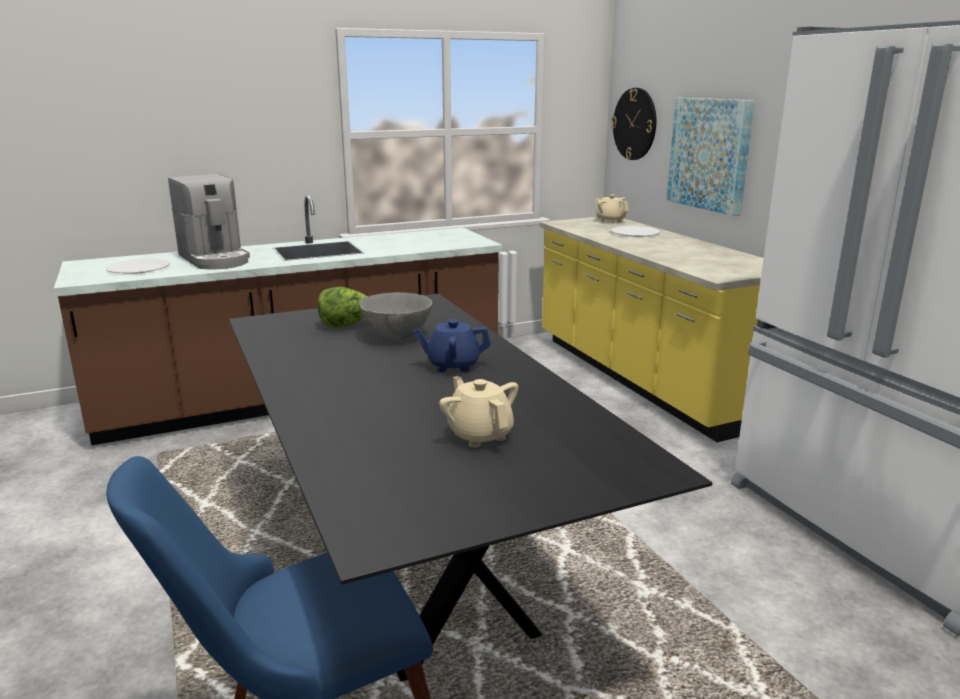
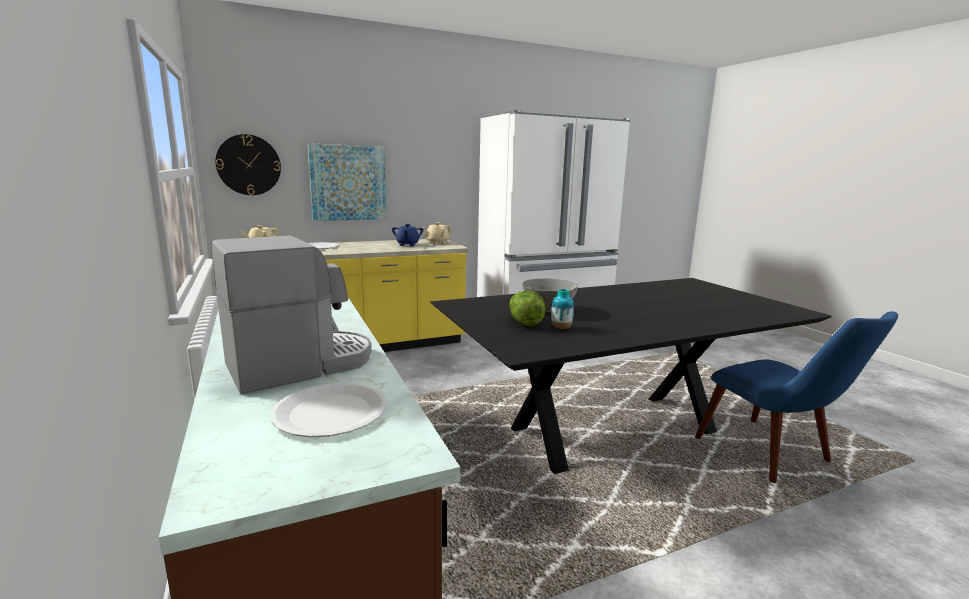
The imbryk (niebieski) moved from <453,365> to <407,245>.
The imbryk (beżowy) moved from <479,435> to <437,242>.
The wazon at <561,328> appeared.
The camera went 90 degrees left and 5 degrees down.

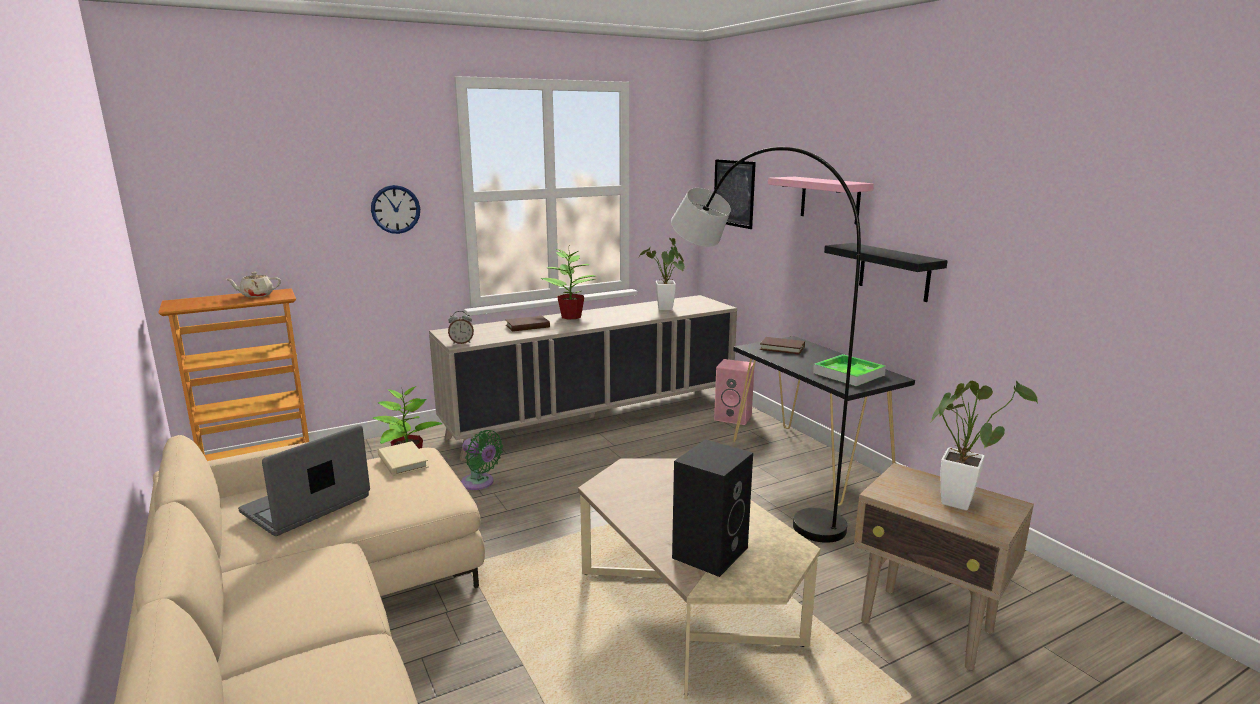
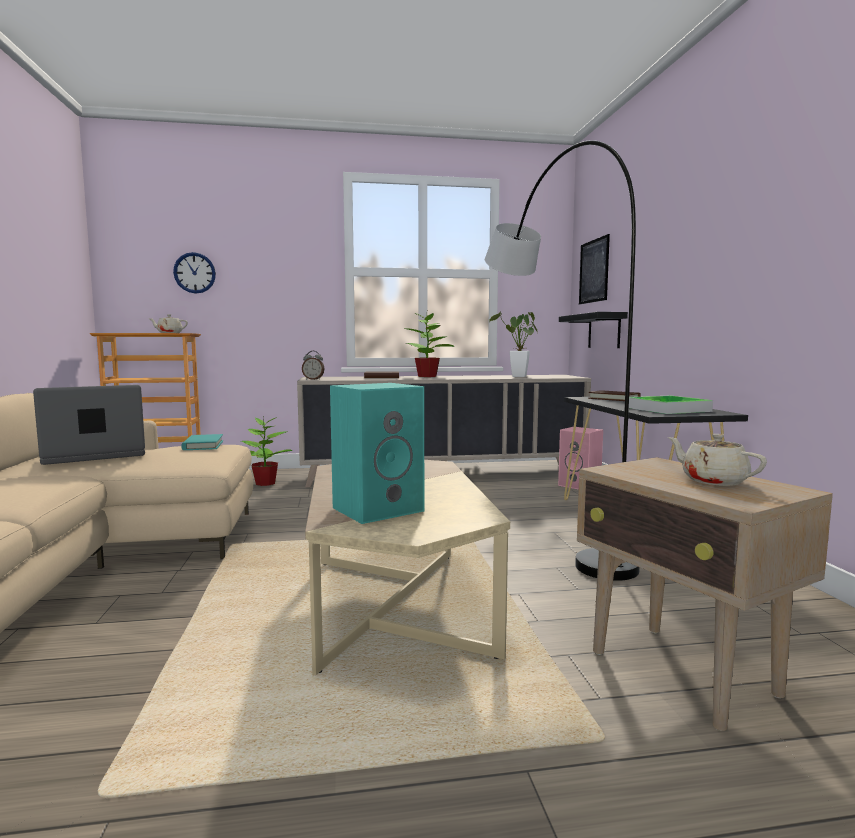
The zegar ścienny moved from <395,209> to <194,273>.
The książka (beżowy) at <402,462> became the książka (turkusowy) at <203,445>.
The wentylator (zielony) at <479,483> disappeared.
The głośnik (czarny) at <709,551> became the głośnik (turkusowy) at <379,508>.
The półka (różowy) at <830,200> disappeared.
The półka (czarny) moved from <894,272> to <604,331>.
The roślina doniczkowa at <958,499> was replaced by the imbryk (beżowy) at <712,481>.
The camera went 20 degrees right and 10 degrees down.

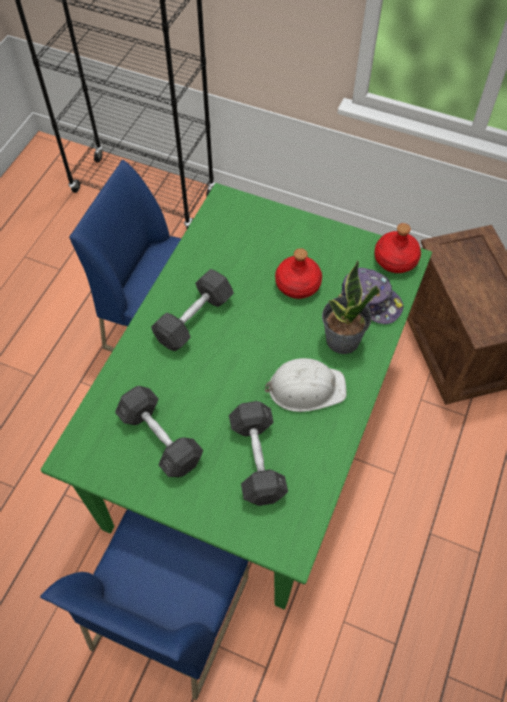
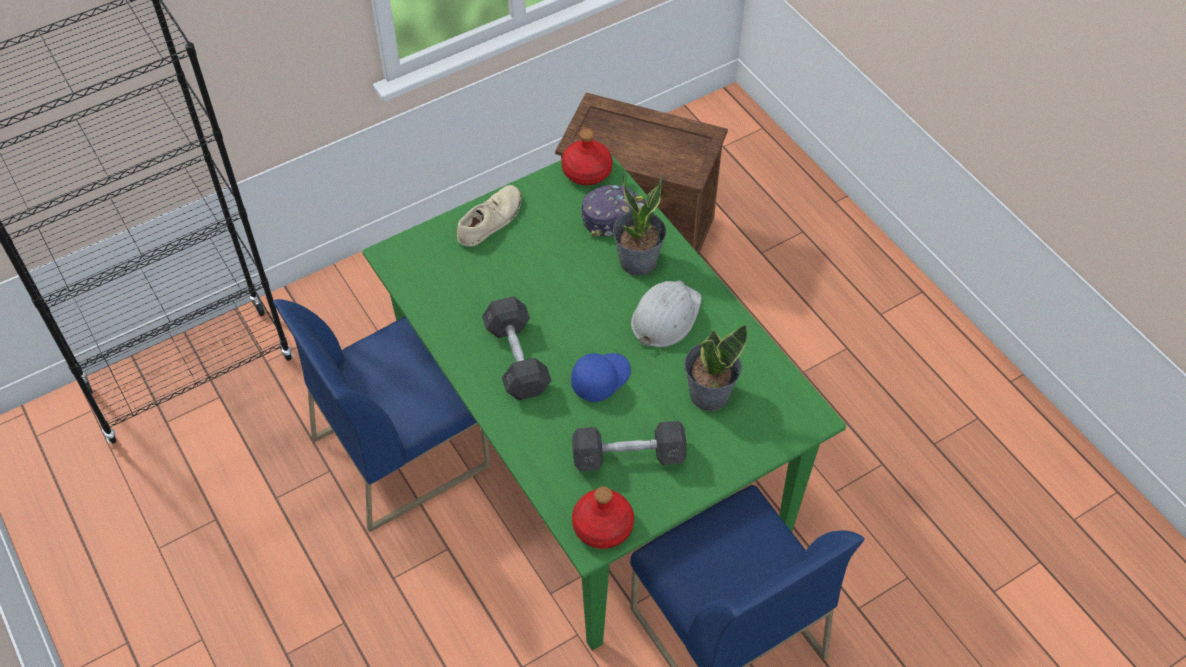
The hantel (szary) at <257,459> was replaced by the roślina doniczkowa at <708,393>.
The butelka (czerwony) moved from <298,284> to <602,525>.
The but (beżowy) at <490,220> appeared.
The czapka z daszkiem (niebieski) at <600,378> appeared.
The camera went 55 degrees left and 5 degrees down.

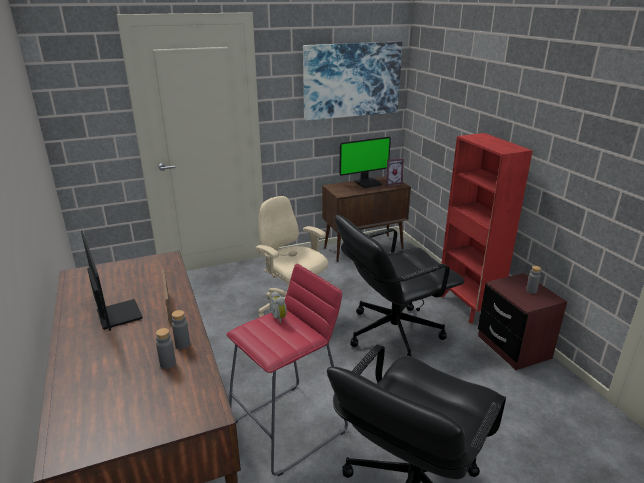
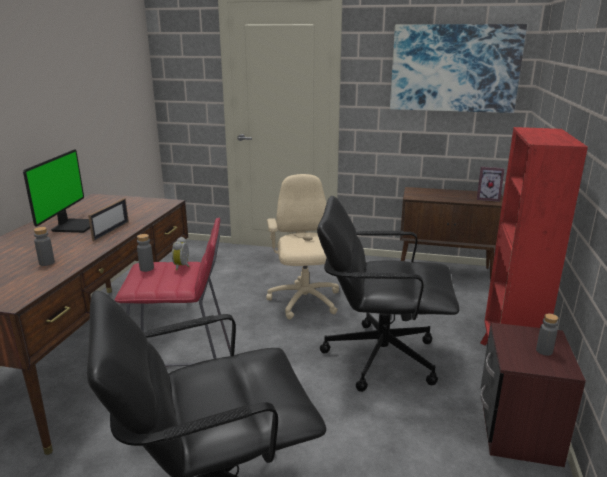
The butelka (szary) moved from <182,344> to <146,268>.
The monitor at <367,182> disappeared.
The camera went 35 degrees right and 5 degrees down.

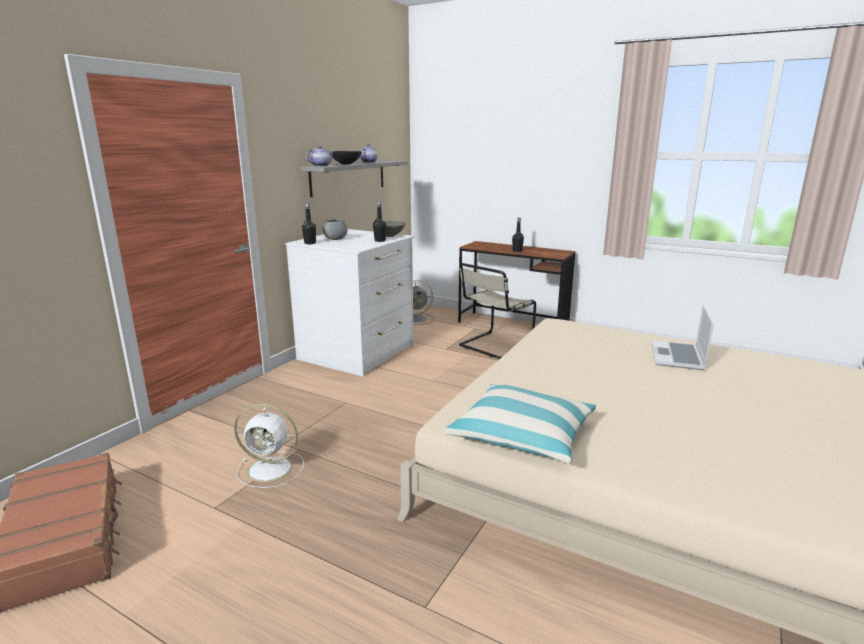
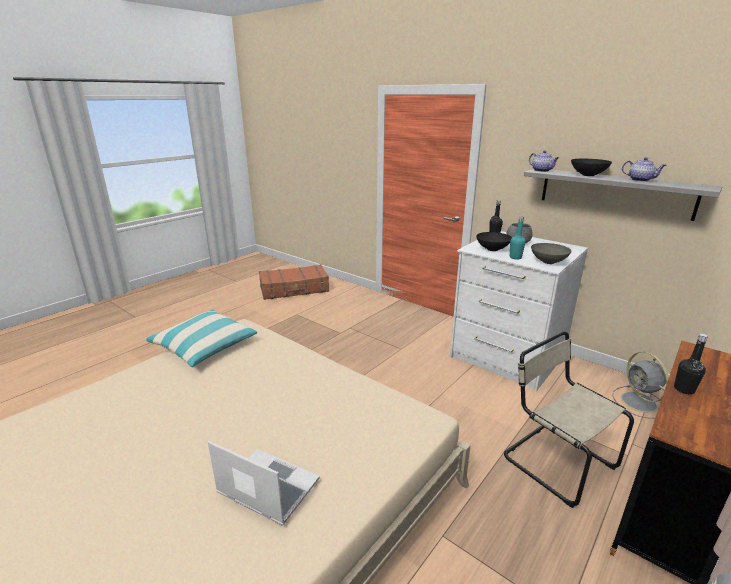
The wentylator (biały) at <272,469> disappeared.
The butelka (czarny) at <380,241> became the butelka (turkusowy) at <515,257>.
The miska (czarny) at <492,249> appeared.
The camera went 100 degrees right and 5 degrees up.

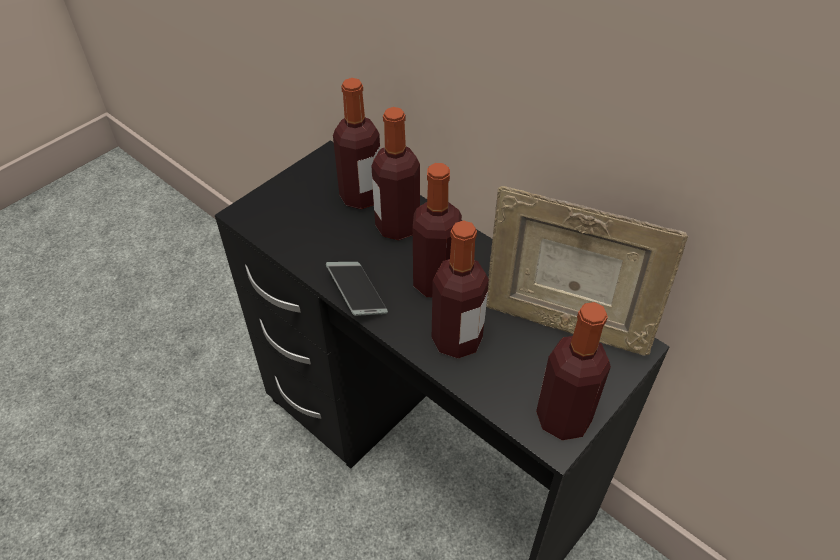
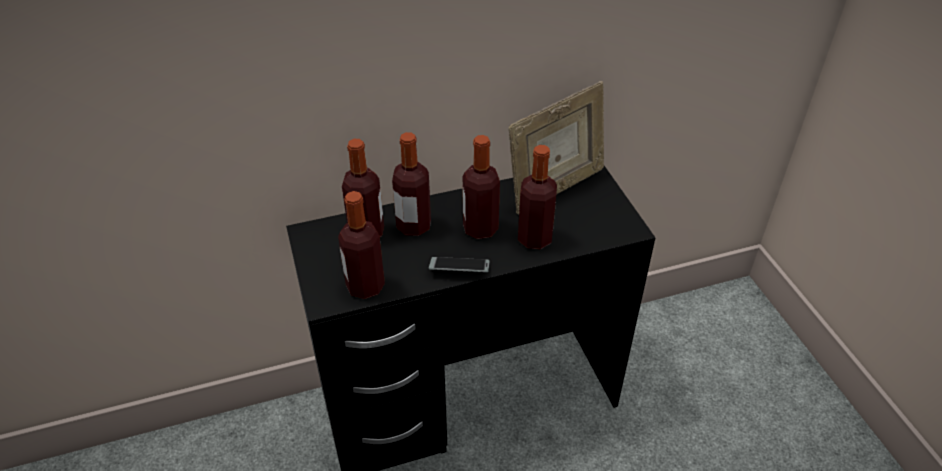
The butelka moved from <563,418> to <365,286>.
The camera went 60 degrees left and 5 degrees down.

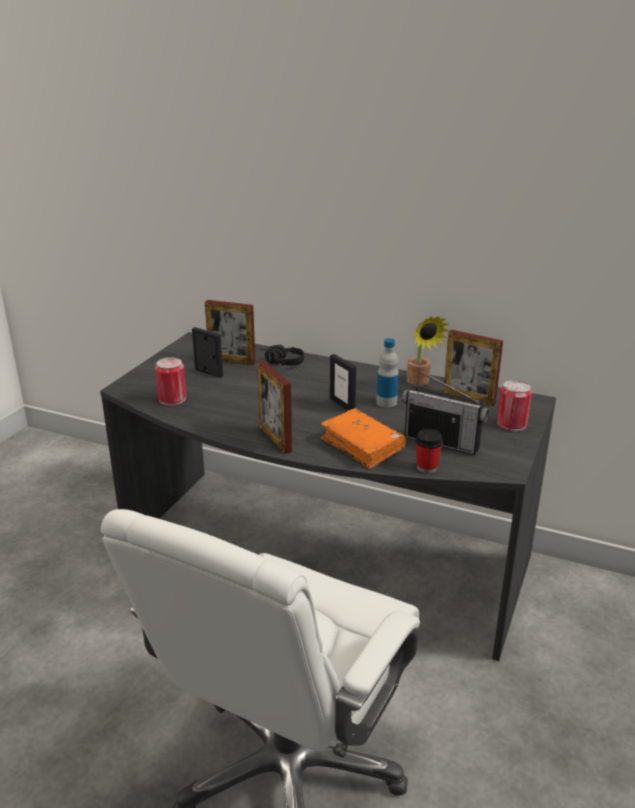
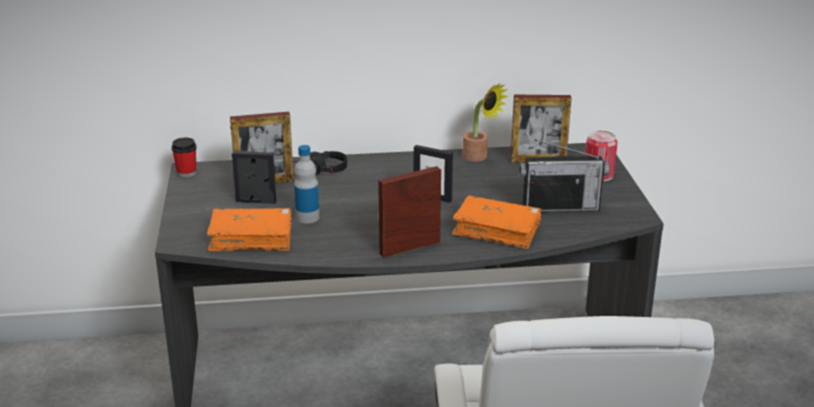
The puszka at <172,399> was replaced by the książka (pomarańczowy) at <251,238>.
The ramka na zdjęcie at <275,439> turned 120 degrees clockwise.
The butelka moved from <386,402> to <307,217>.
The filiżanka moved from <427,467> to <186,173>.
The camera went 30 degrees left and 0 degrees up.

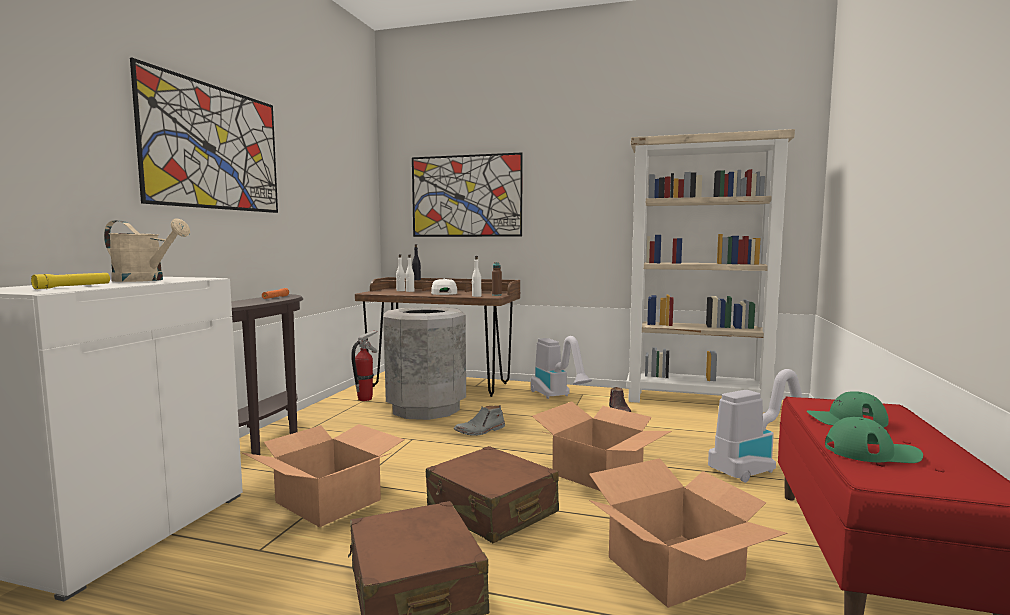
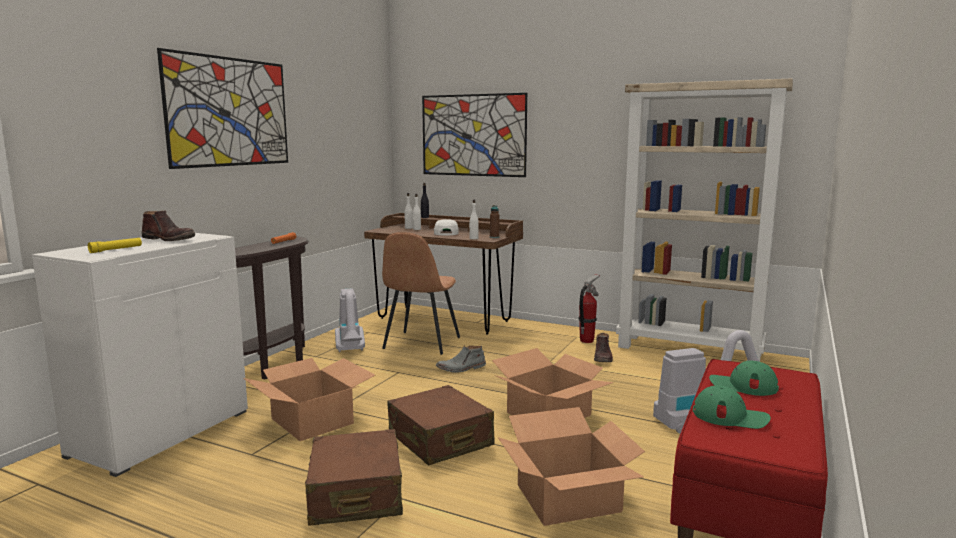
The konewka (beżowy) at <146,280> was replaced by the but z cholewką (brązowy) at <169,239>.
The gaśnica moved from <365,399> to <587,340>.
The kosz na śmieci (szary) at <425,409> was replaced by the krzesło (brązowy) at <421,343>.
The odkurzacz moved from <558,397> to <351,351>.
The camera went 10 degrees right and 5 degrees up.

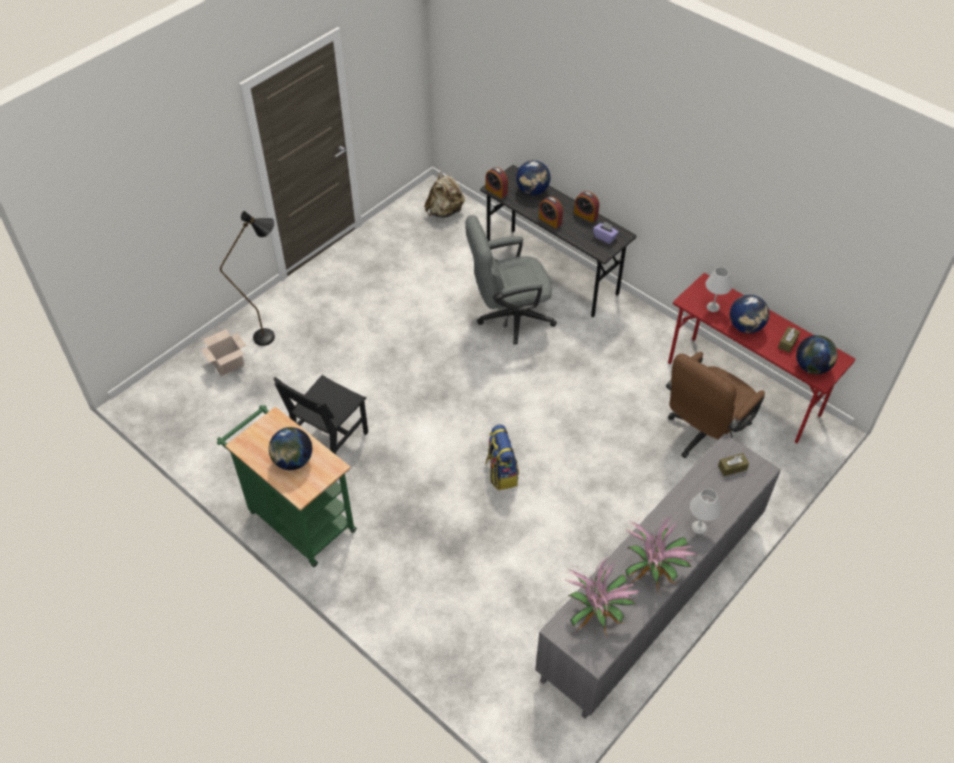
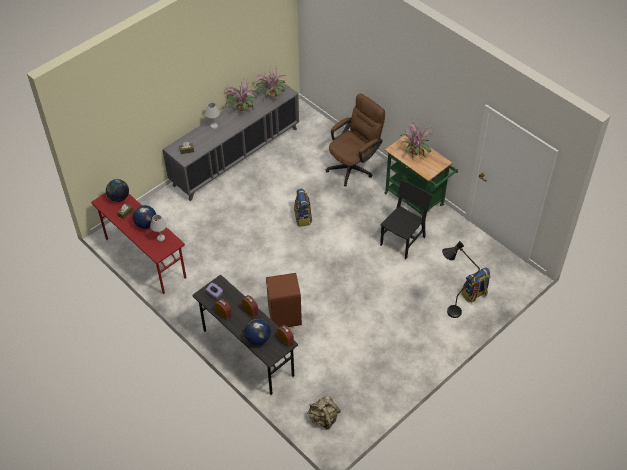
The karton at <228,363> was replaced by the plecak at <474,294>.
The globus at <293,461> was replaced by the roślina doniczkowa at <414,153>.
The krzesło biurowe (szary) at <508,317> was replaced by the kosz na śmieci (brązowy) at <285,317>.
The krzesło biurowe (brązowy) moved from <703,436> to <354,166>.
The camera went 175 degrees left and 0 degrees up.

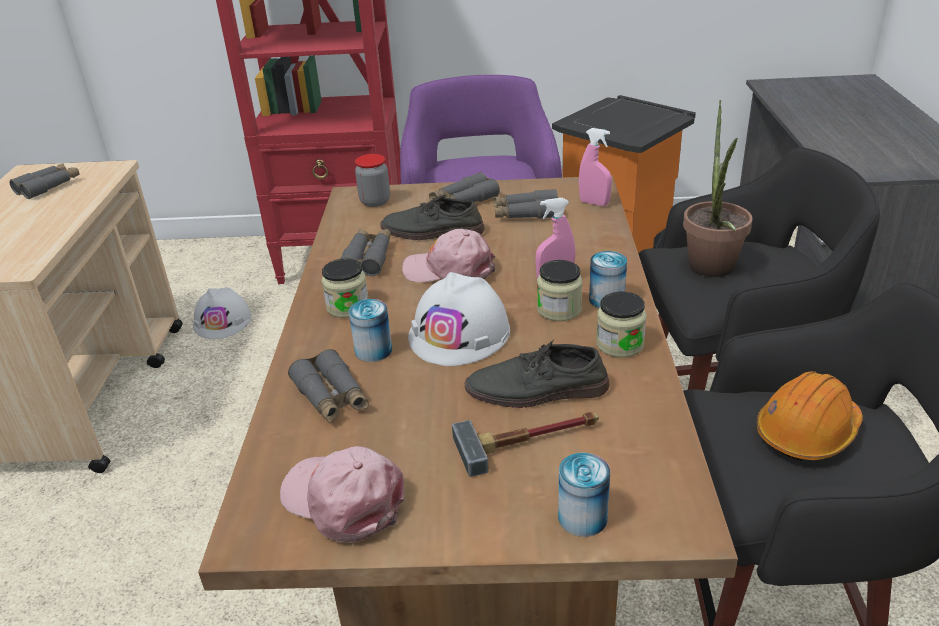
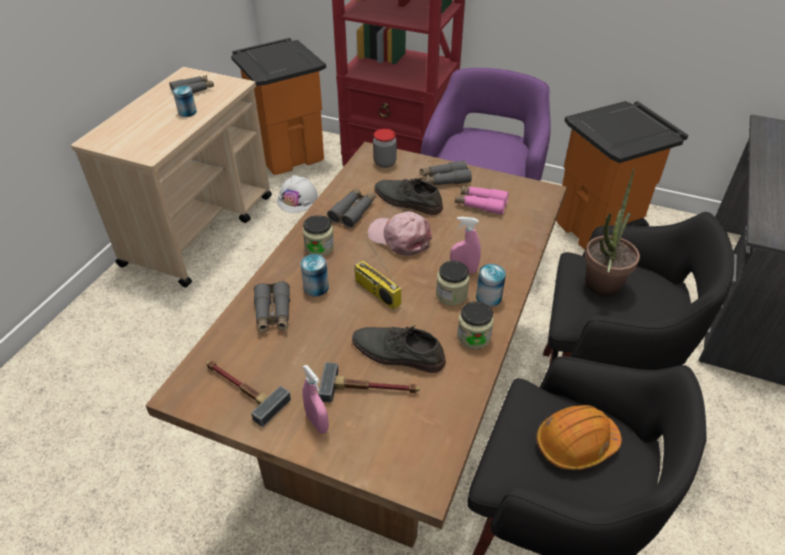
The czapka z daszkiem (różowy) at <343,499> was replaced by the młotek at <241,389>.
The kask (biały) at <460,333> was replaced by the radio at <376,292>.
The lornetka (szary) at <526,213> became the lornetka (różowy) at <480,204>.
The puszka moved from <582,517> to <187,112>.
The spryskiwacz (różowy) moved from <594,203> to <317,423>.
The kosz na śmieci (pomarańczowy) at <289,155> appeared.
The camera went 20 degrees right and 10 degrees up.

